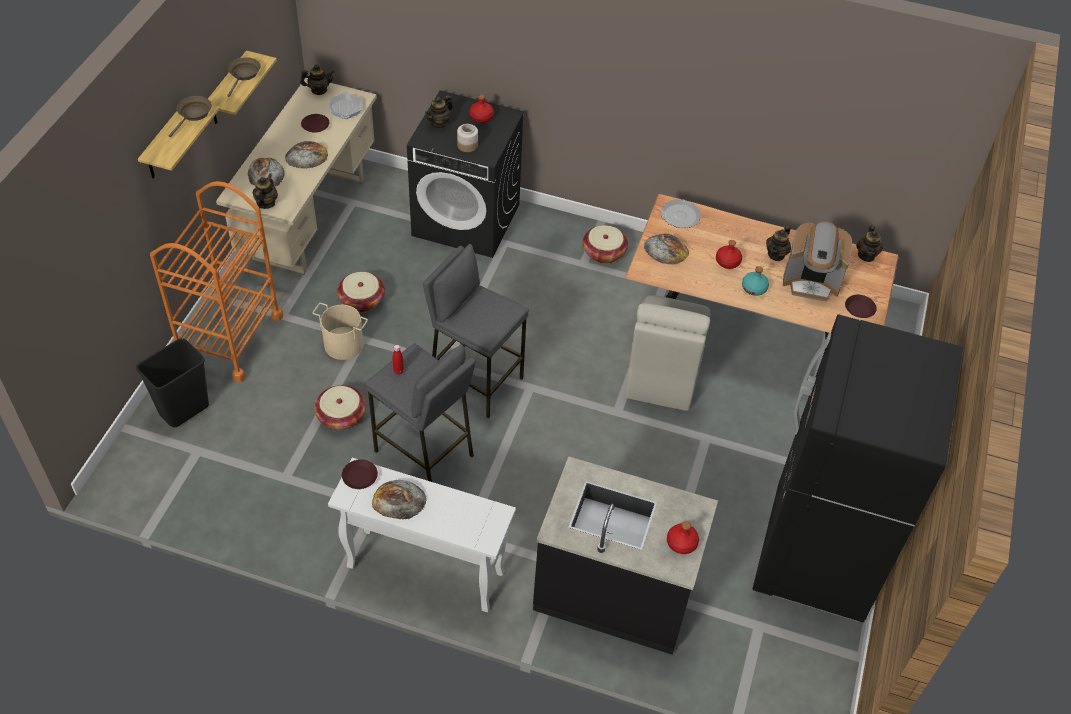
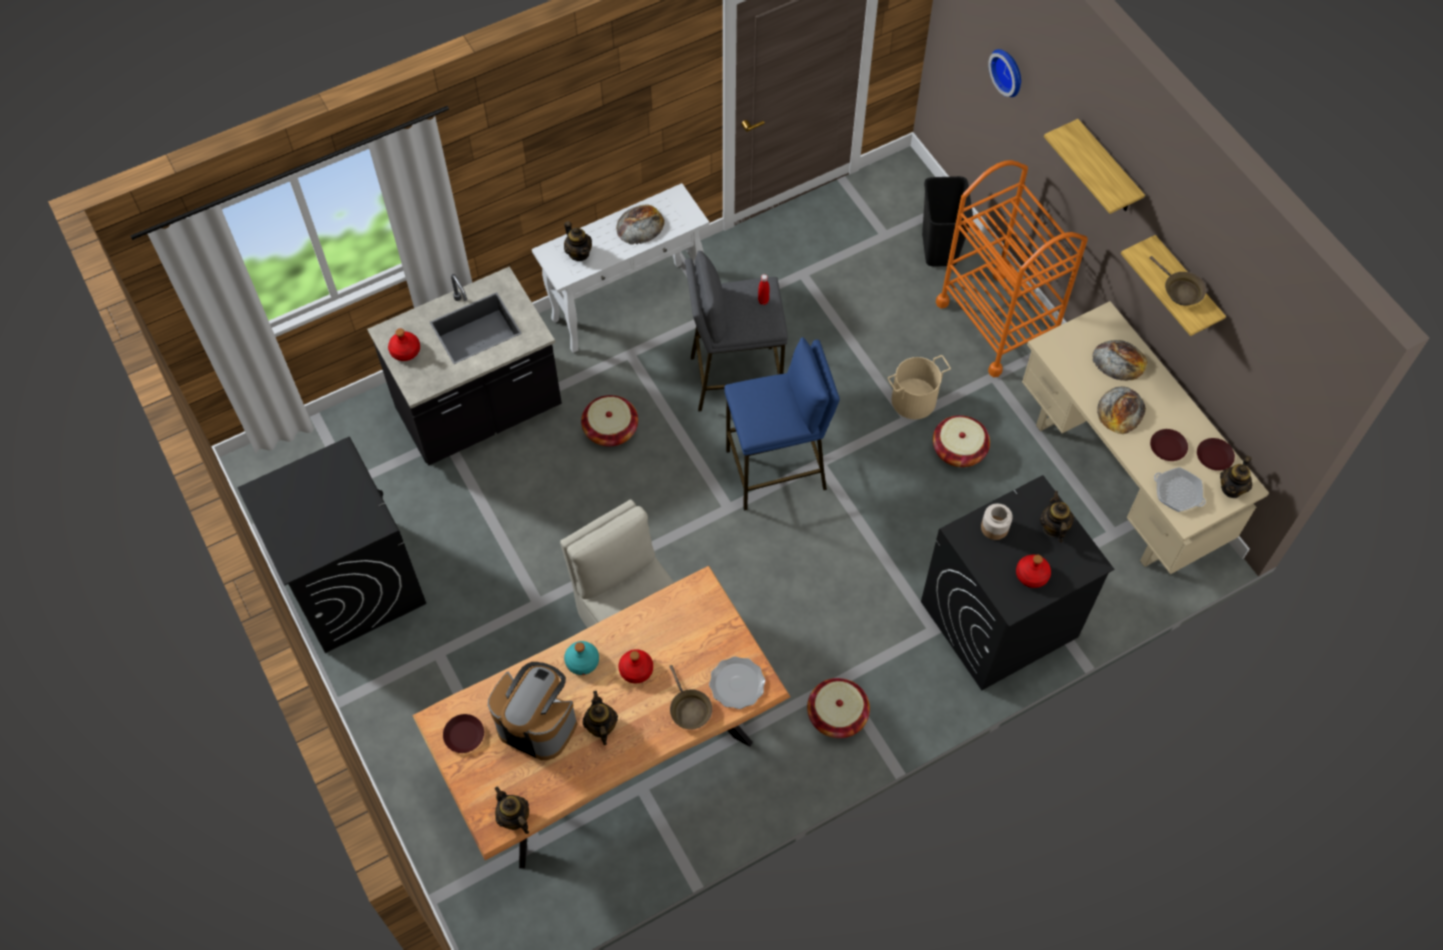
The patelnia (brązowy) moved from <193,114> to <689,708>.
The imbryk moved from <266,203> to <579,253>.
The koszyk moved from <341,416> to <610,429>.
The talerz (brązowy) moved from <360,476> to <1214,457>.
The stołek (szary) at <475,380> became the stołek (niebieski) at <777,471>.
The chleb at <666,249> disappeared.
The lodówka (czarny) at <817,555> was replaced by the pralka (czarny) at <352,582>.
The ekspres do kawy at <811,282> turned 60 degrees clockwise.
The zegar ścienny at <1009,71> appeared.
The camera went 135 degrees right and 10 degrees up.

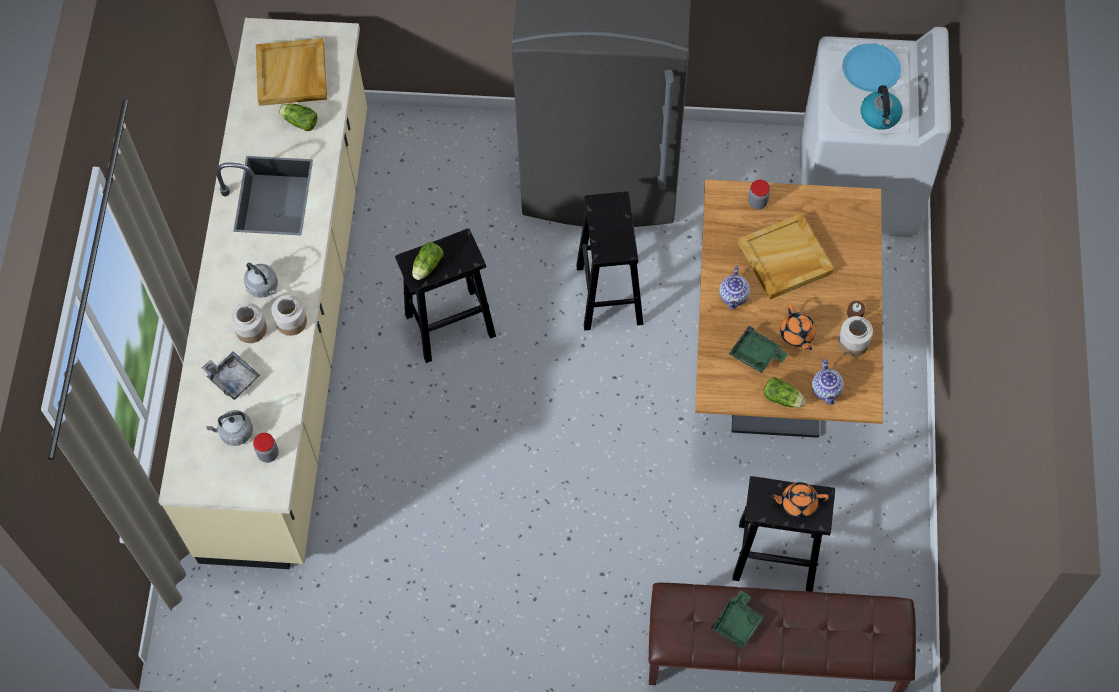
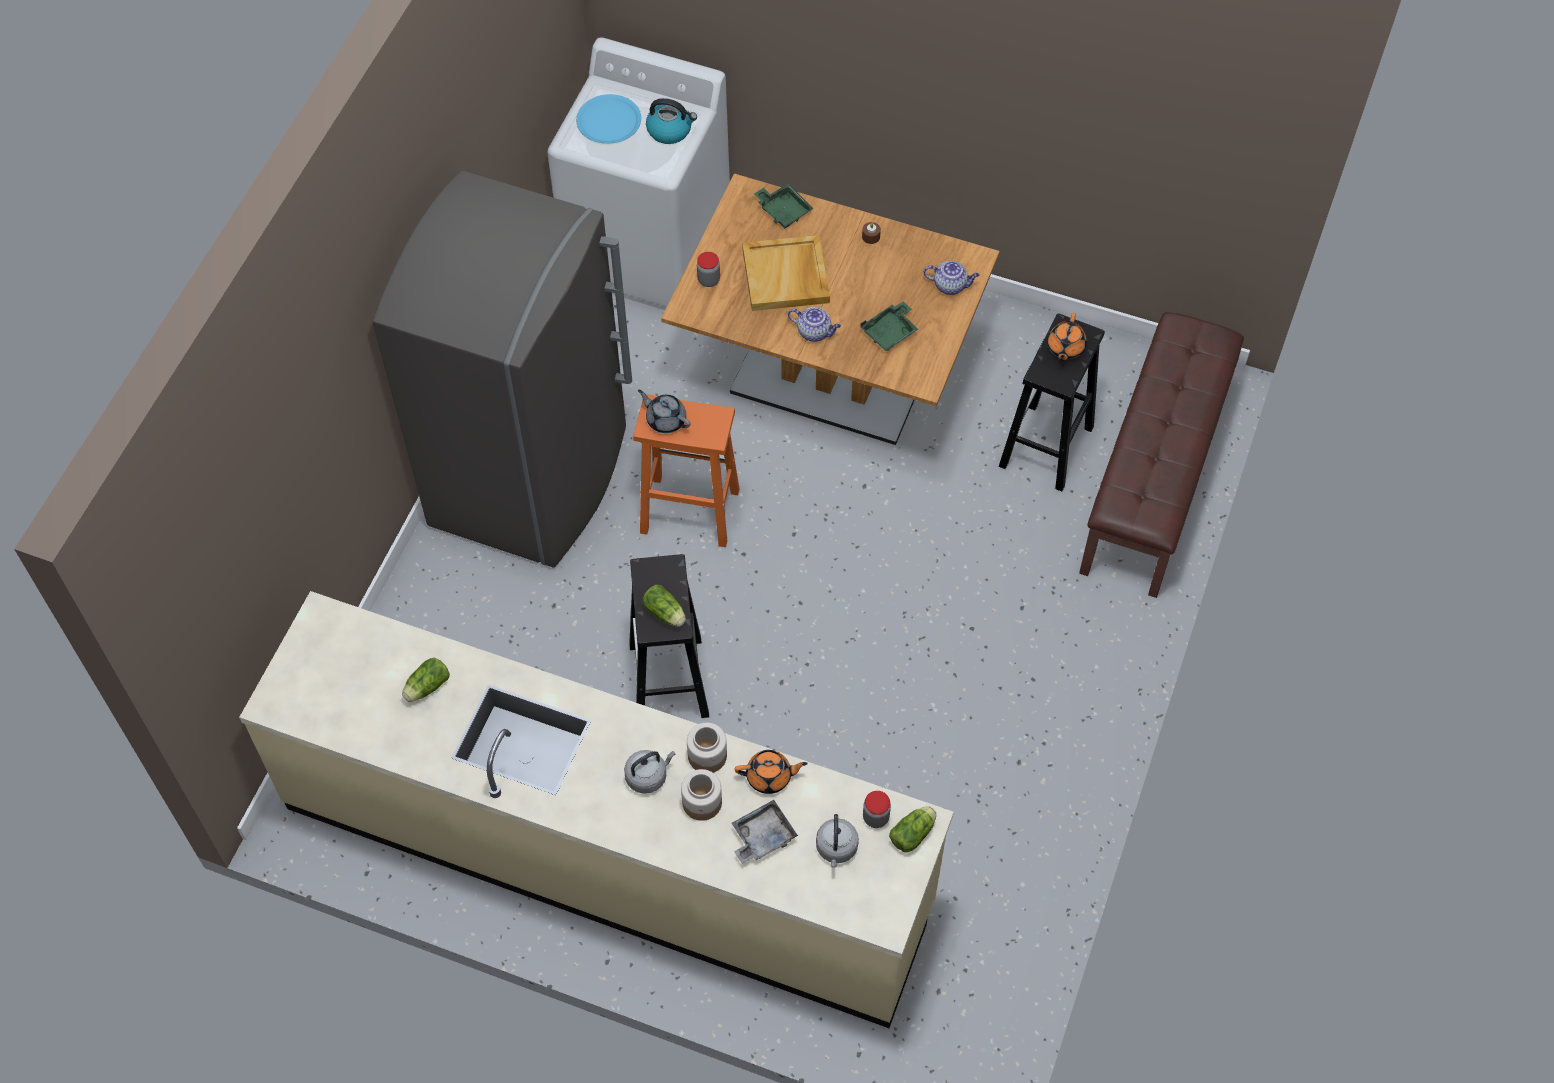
The taca (beżowy) at <292,75> disappeared.
The stołek (czarny) at <609,293> became the stołek (pomarańczowy) at <688,511>.
The taca (zielony) moved from <737,623> to <783,210>.
The sałata moved from <783,399> to <914,833>.
The imbryk (pomarańczowy) moved from <797,334> to <770,776>.
The słoik at <853,342> disappeared.
The imbryk (szary) at <665,419> appeared.
The camera went 75 degrees left and 5 degrees down.

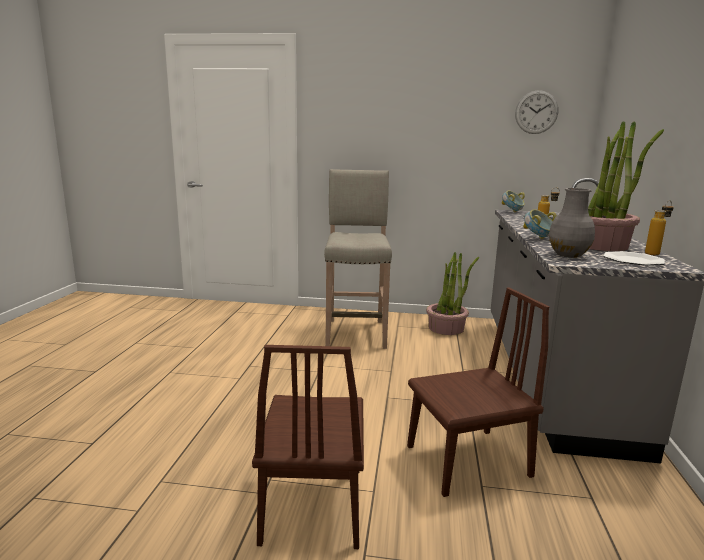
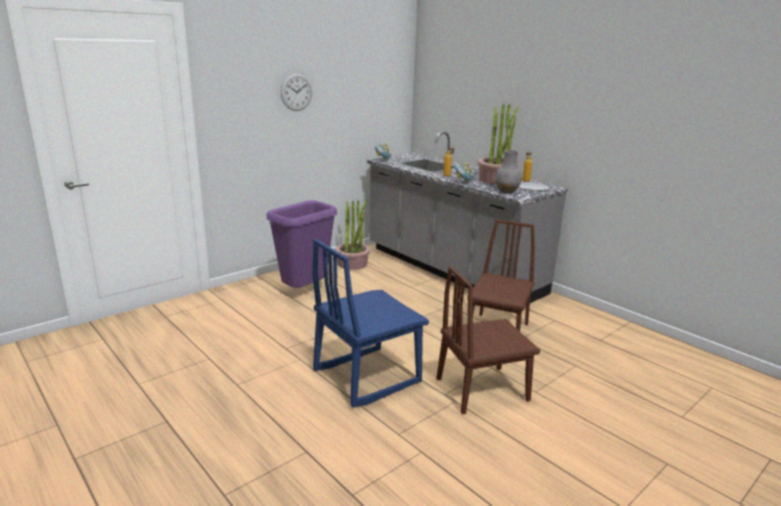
The krzesło (brązowy) at <313,503> turned 120 degrees clockwise.
The stołek (beżowy) at <356,332> was replaced by the kosz na śmieci (fioletowy) at <304,291>.
The zegar ścienny moved from <536,112> to <296,92>.
The krzesło (niebieski) at <366,376> appeared.
The camera went 50 degrees left and 5 degrees up.

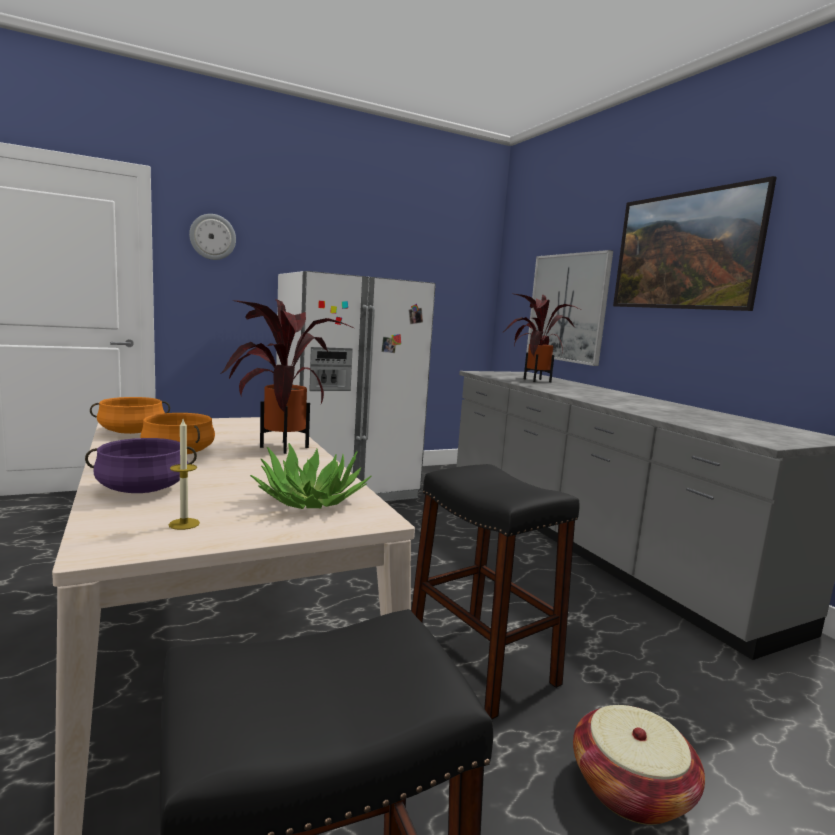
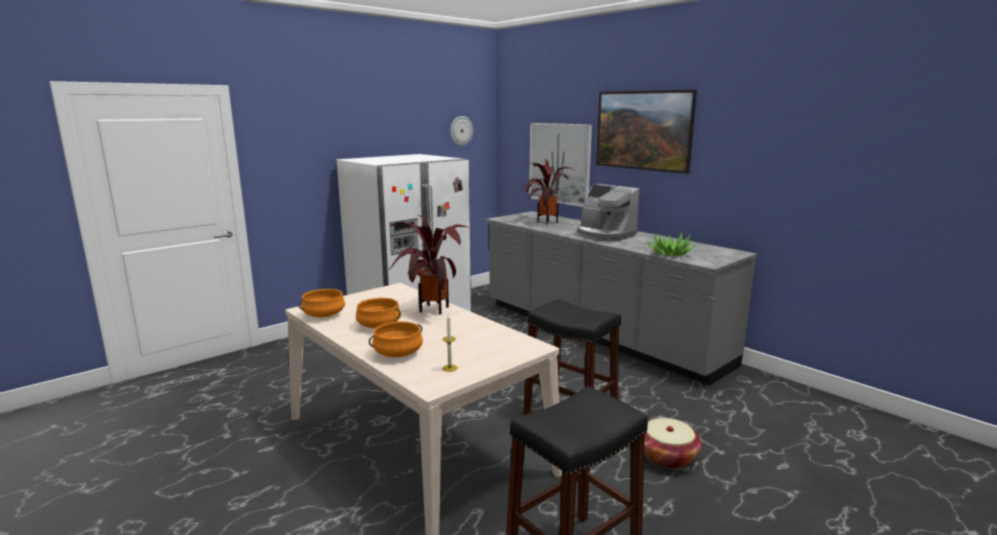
The garnek (fioletowy) at <143,489> became the garnek (pomarańczowy) at <398,353>.
The zegar ścienny moved from <212,237> to <461,130>.
The roślina doniczkowa moved from <310,499> to <670,253>.
The ekspres do kawy at <604,235> appeared.
The camera went 15 degrees left and 5 degrees up.

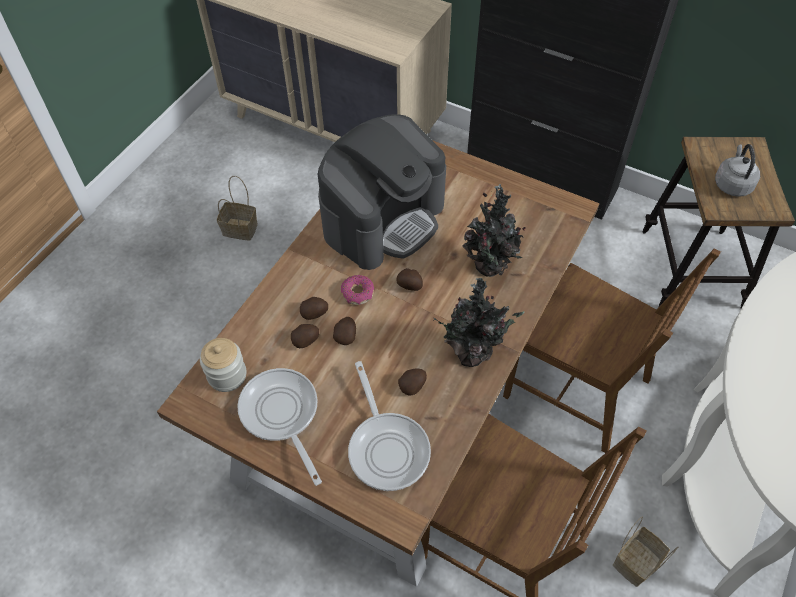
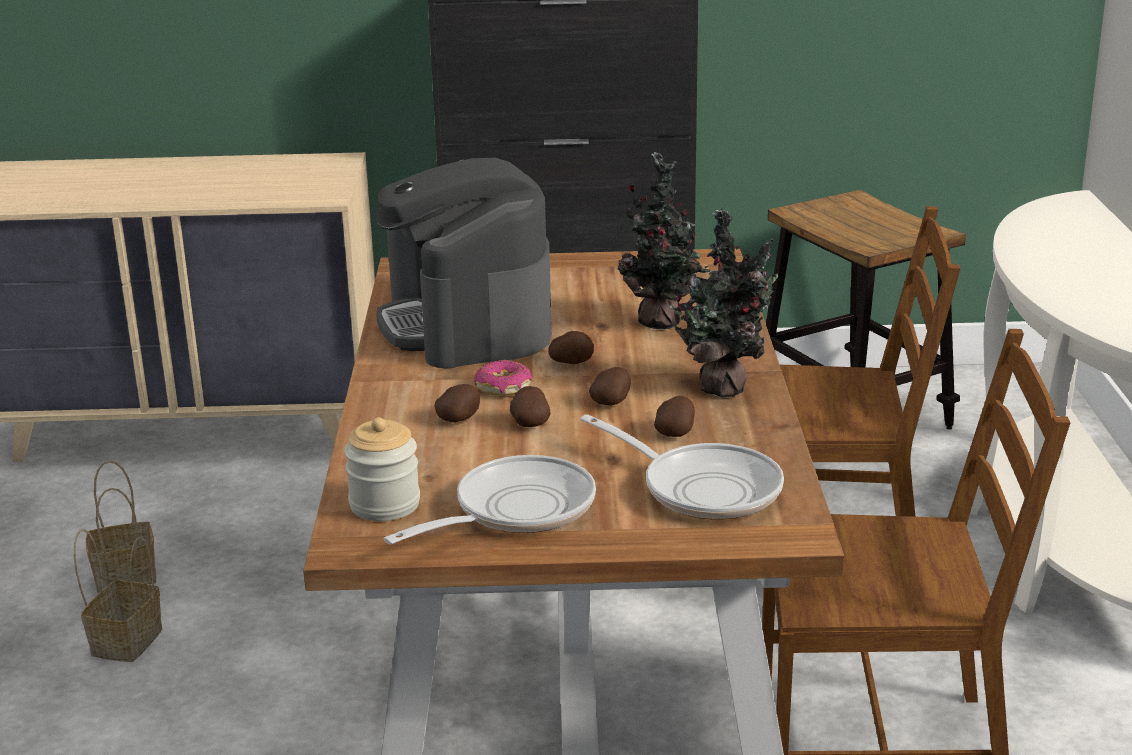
The patelnia at <281,415> turned 105 degrees clockwise.
The ziemniak moved from <306,341> to <612,402>.
The ekspres do kawy at <383,219> turned 150 degrees clockwise.
The koszyk moved from <636,560> to <127,640>.
The czajnik (szary) at <732,184> disappeared.
The camera went 30 degrees left and 30 degrees down.

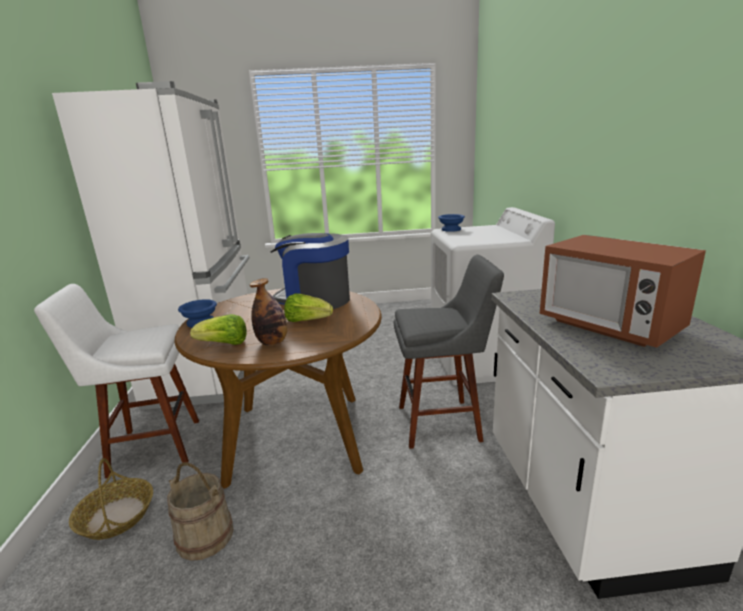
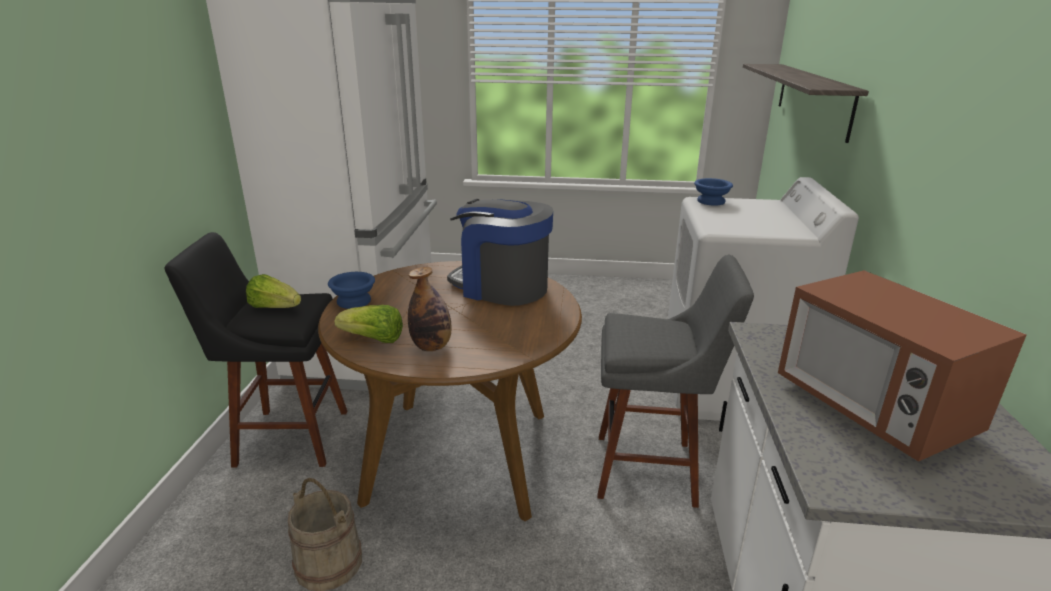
The stołek (biały) at <150,447> became the stołek (czarny) at <286,437>.
The koszyk at <116,516> disappeared.
The sałata moved from <307,320> to <274,308>.
The półka at <813,98> appeared.
The camera went 10 degrees right and 5 degrees up.

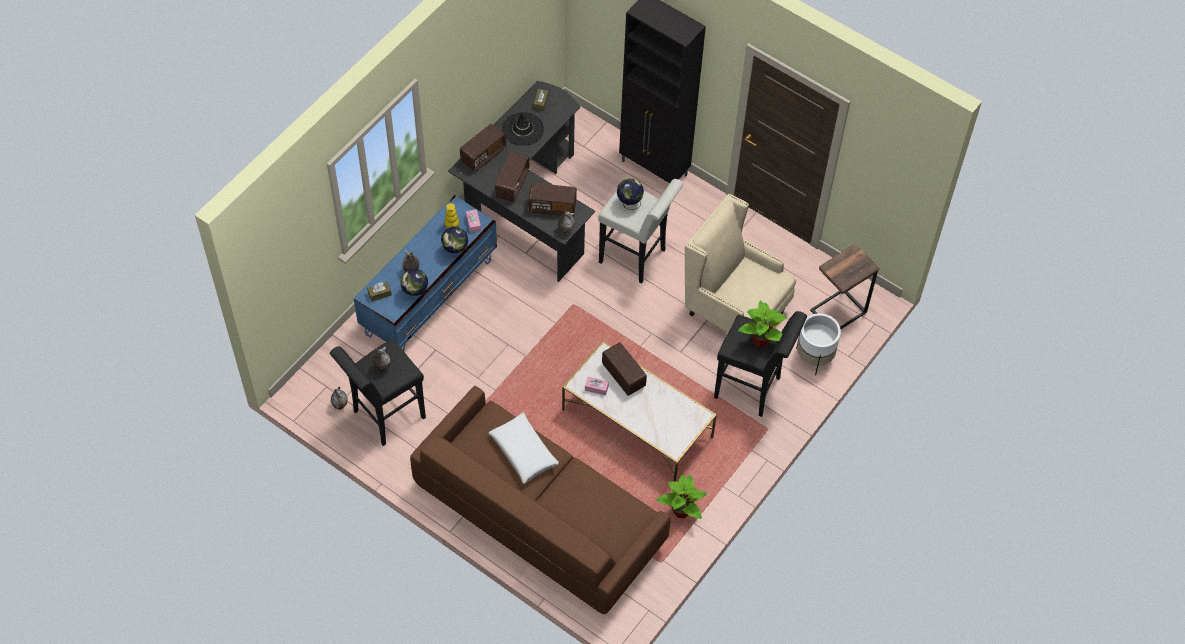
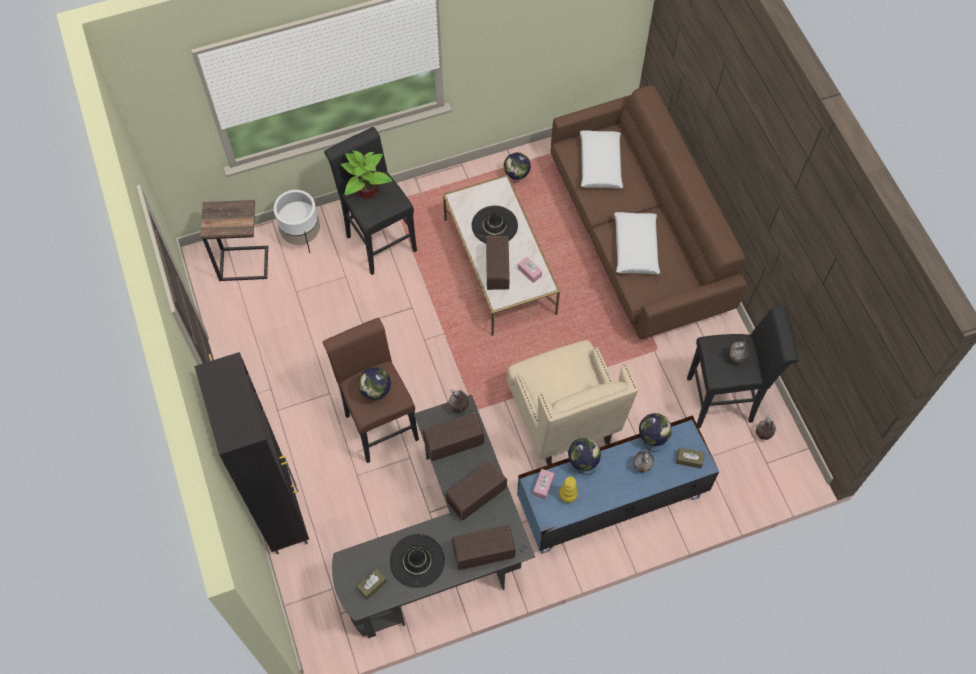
The radio at <552,207> turned 60 degrees counterclockwise.
The stołek (biały) at <636,258> became the stołek (brązowy) at <379,422>.
The roślina doniczkowa at <682,511> was replaced by the globus at <516,178>.
The fotel (beżowy) moved from <734,312> to <563,419>.
The kapelusz (czarny) at <494,225> appeared.
The poduszka (biały) at <600,164> appeared.
The camera went 145 degrees left and 5 degrees up.

